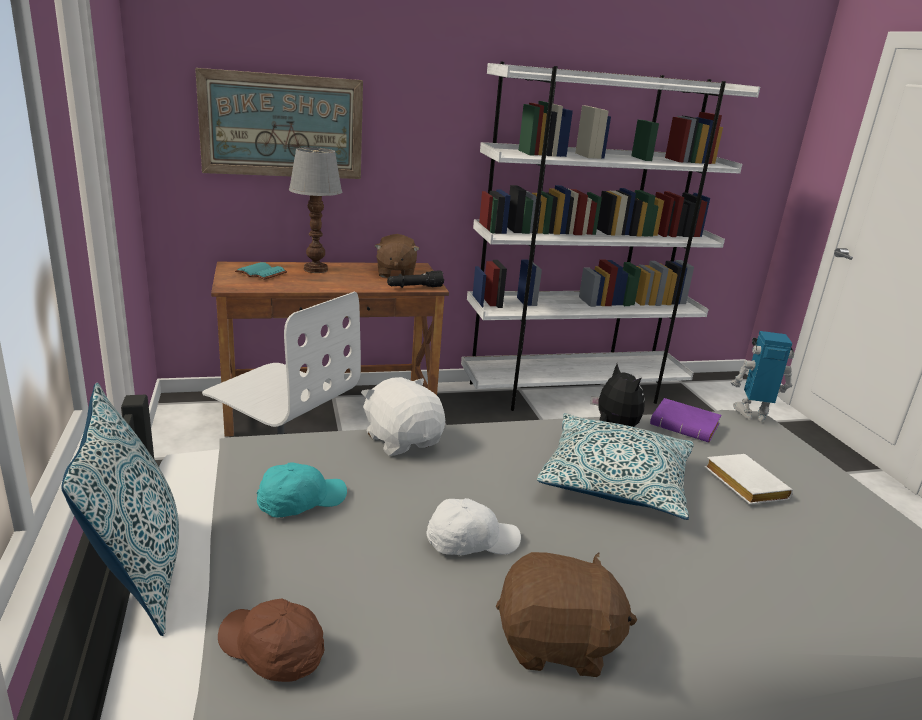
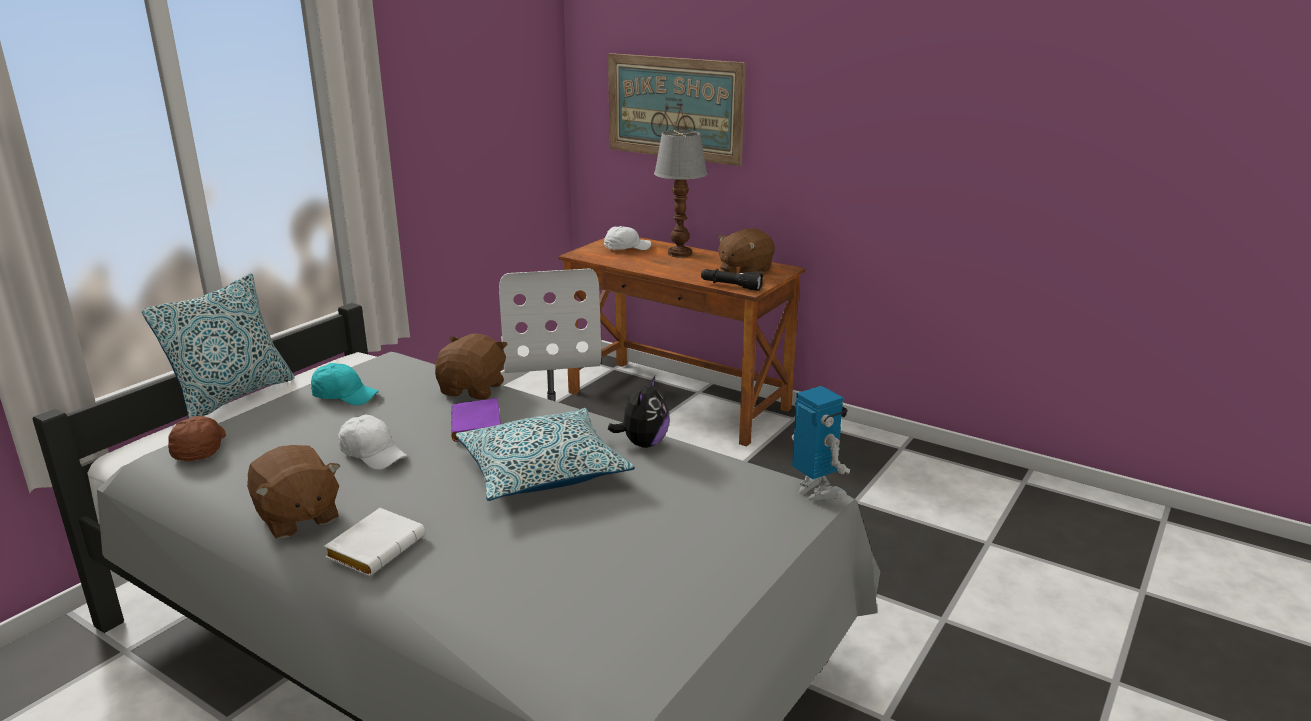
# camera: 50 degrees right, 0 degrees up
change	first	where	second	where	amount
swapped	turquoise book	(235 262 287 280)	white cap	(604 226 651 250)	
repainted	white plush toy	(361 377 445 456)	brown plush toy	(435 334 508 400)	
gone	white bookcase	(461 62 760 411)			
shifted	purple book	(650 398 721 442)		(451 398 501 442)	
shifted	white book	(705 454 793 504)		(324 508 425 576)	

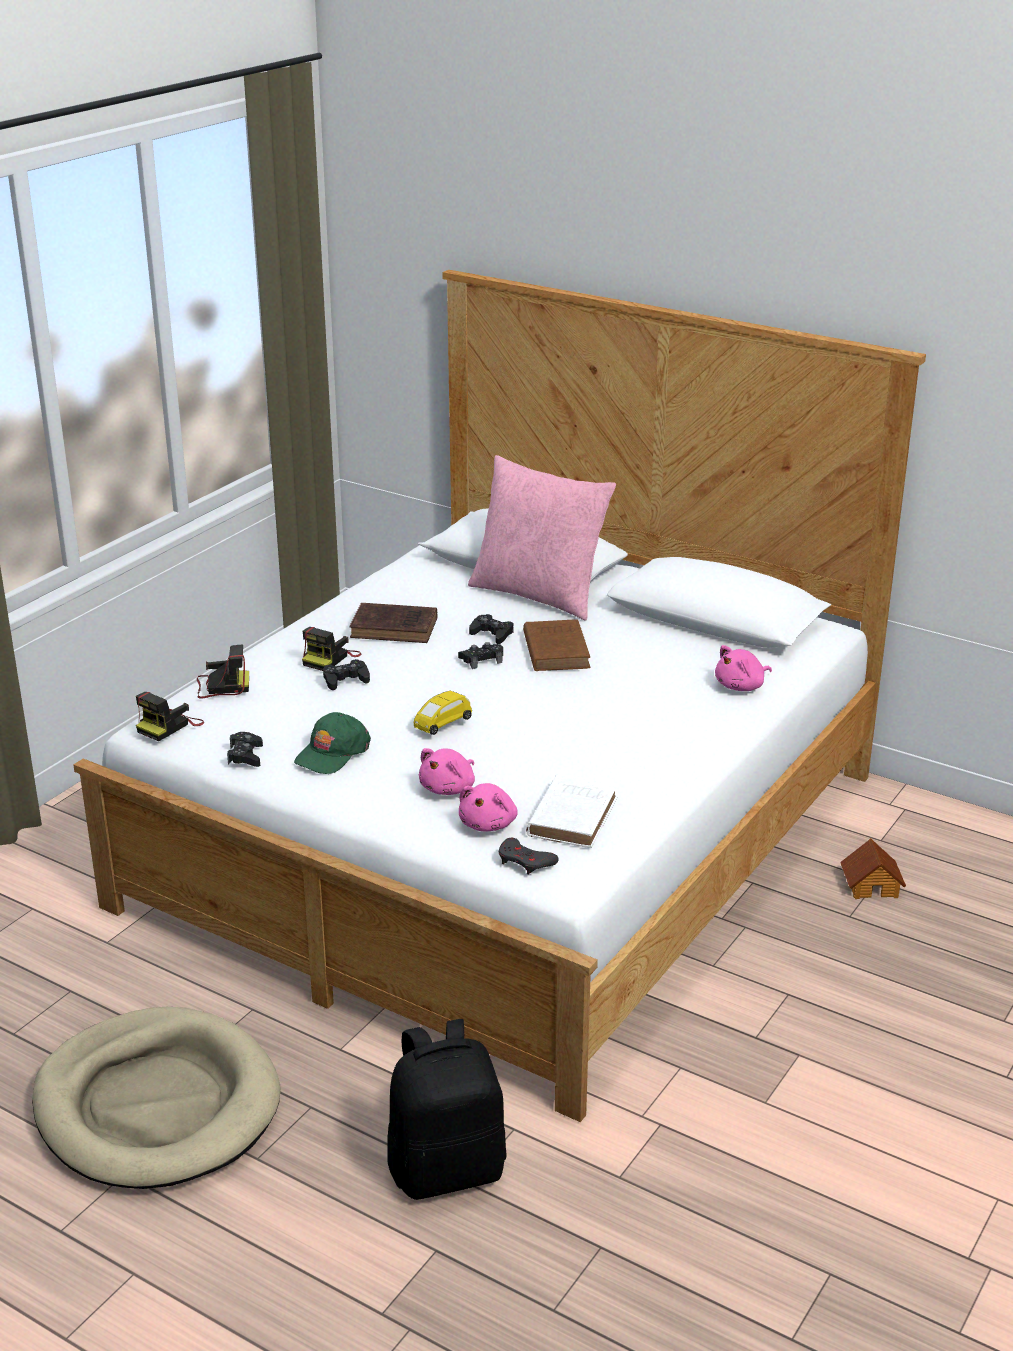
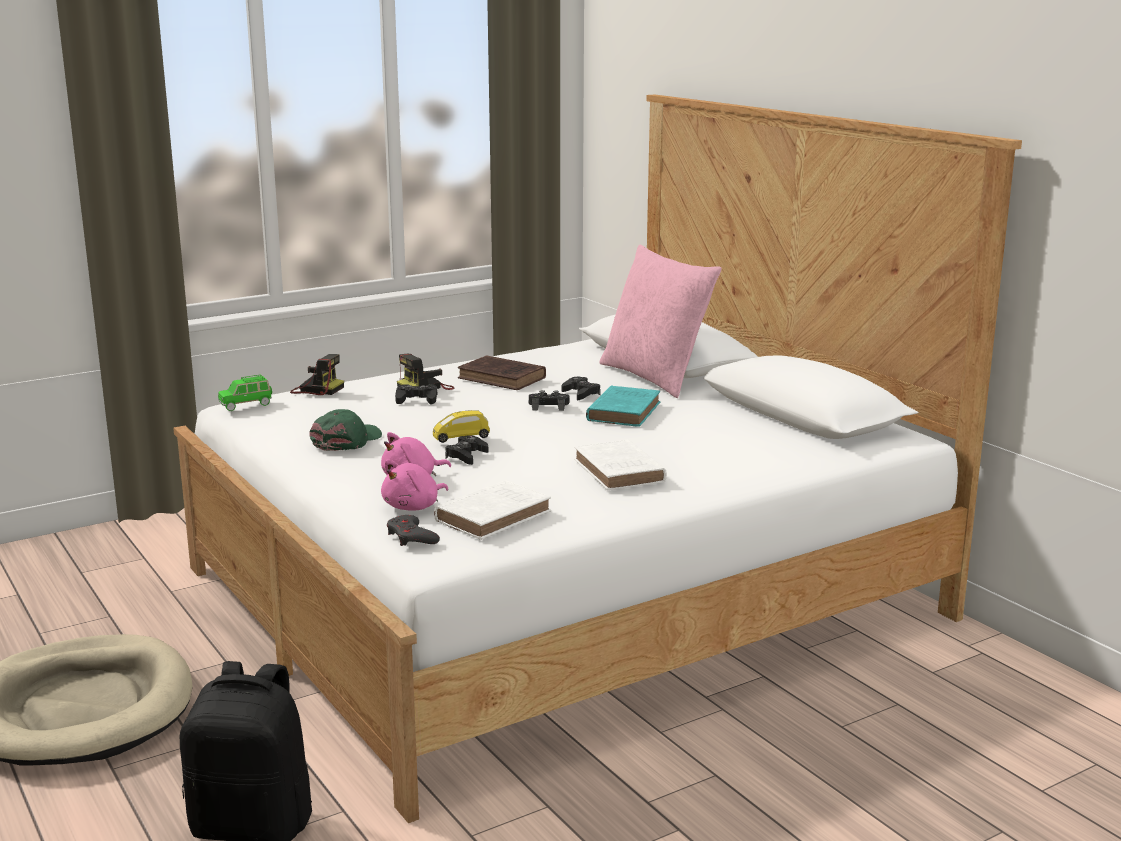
# camera: 25 degrees right, 10 degrees down
change	first	where	second	where	amount
swapped	photo camera	(136 692 204 741)	green toy car	(218 374 272 411)	
shifted	black game controller	(227 732 263 767)		(445 435 488 465)	
rotated	green cap	(294 712 371 774)		(309 409 382 451)	150 degrees clockwise
repainted	brown book	(523 619 590 671)	turquoise book	(586 386 660 427)	
gone	pink plush toy	(715 645 772 691)			
gone	toy house	(840 838 906 899)			
new			white book	(574 439 667 490)	

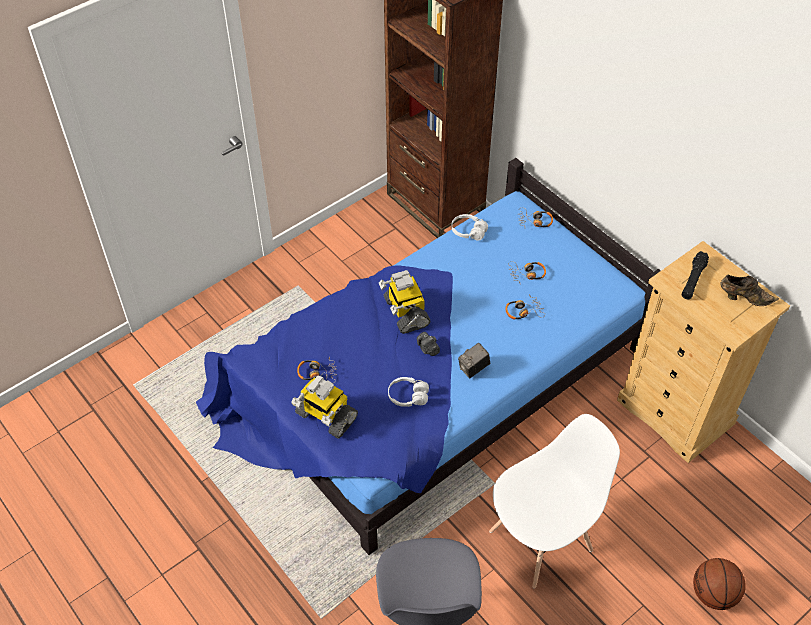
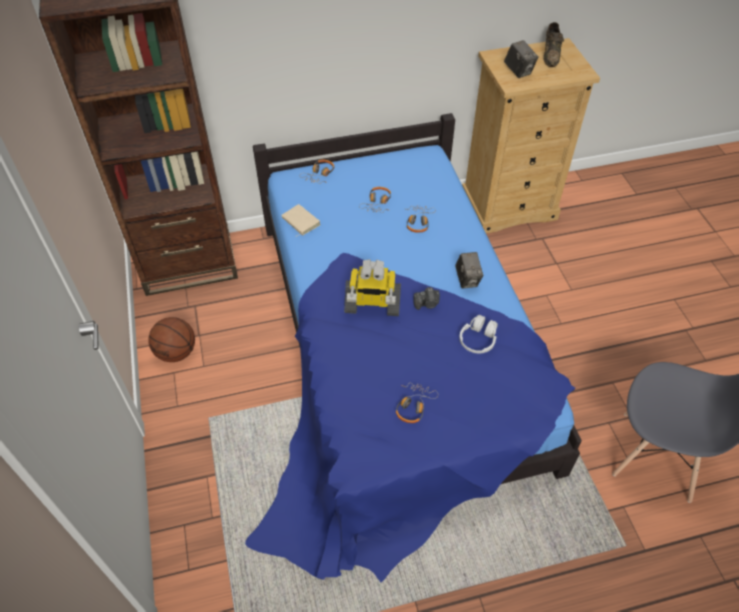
# camera: 65 degrees left, 0 degrees up
change	first	where	second	where	amount
gone	toy robot	(291 375 358 439)			
swapped	white headphones	(451 214 488 241)	beige book	(281 204 321 237)	
gone	white chair	(489 414 620 588)			
swapped	black flashlight	(682 251 709 299)	photo camera	(504 40 539 78)	
shifted	basketball	(693 558 746 610)		(148 317 195 362)	
rotated	brown shoe	(720 275 779 306)		(543 22 564 67)	150 degrees clockwise

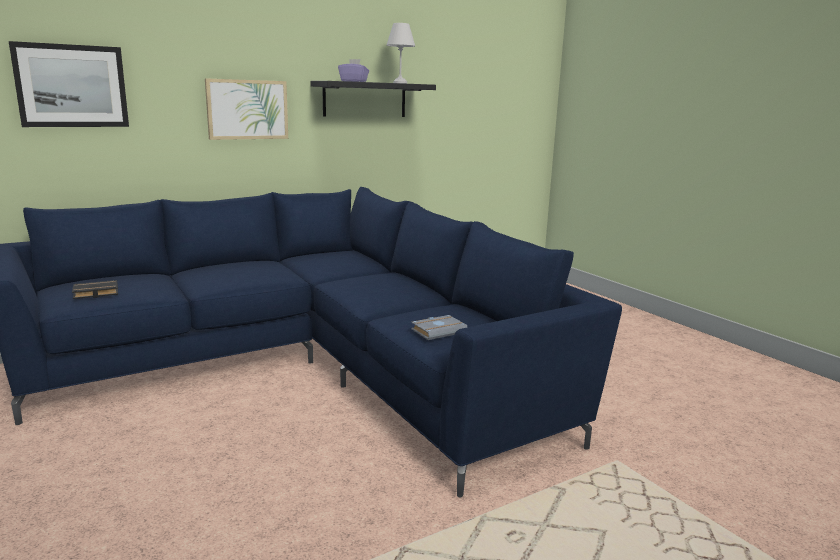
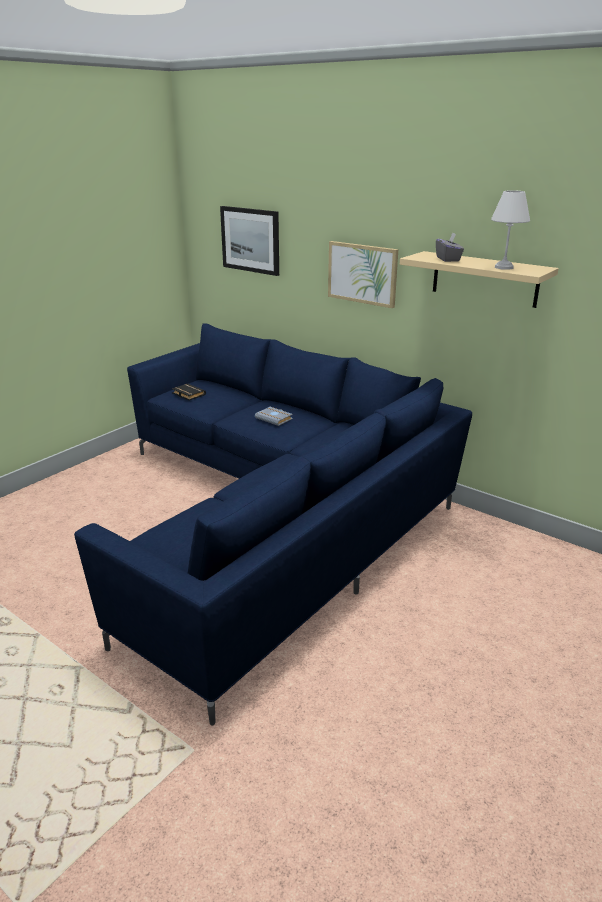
# camera: 70 degrees right, 10 degrees up
change	first	where	second	where	amount
repainted	black shelf	(310 81 436 117)	beige shelf	(400 251 559 308)	
repainted	purple tissue box	(338 59 369 82)	grey tissue box	(436 233 464 262)	
shifted	grey book	(411 315 467 340)		(255 407 293 426)	

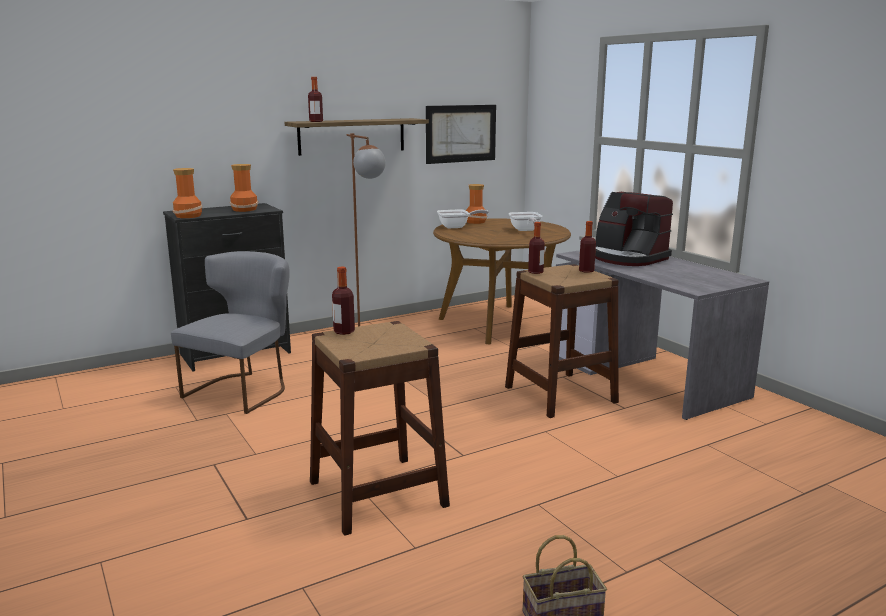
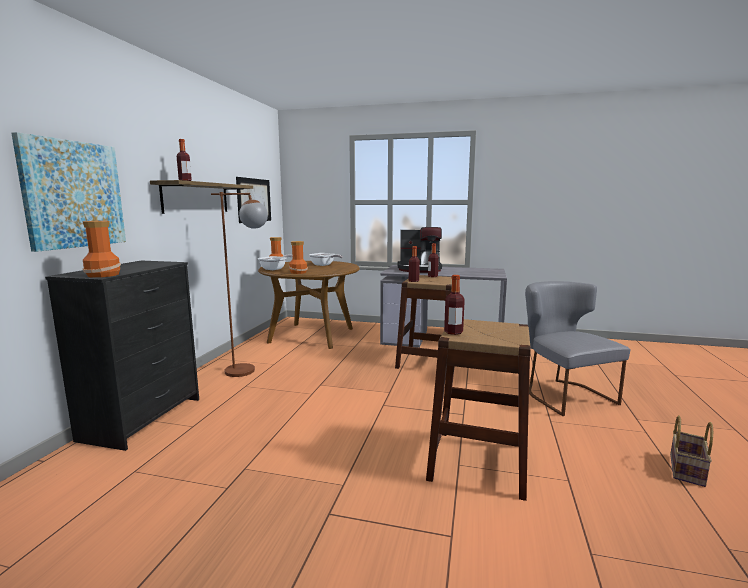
# camera: 45 degrees left, 5 degrees down
change	first	where	second	where	amount
shifted	grey chair	(171 251 290 414)		(525 281 630 416)	
shifted	vase	(230 164 258 212)		(289 241 308 274)	
new			picture	(12 132 126 252)	

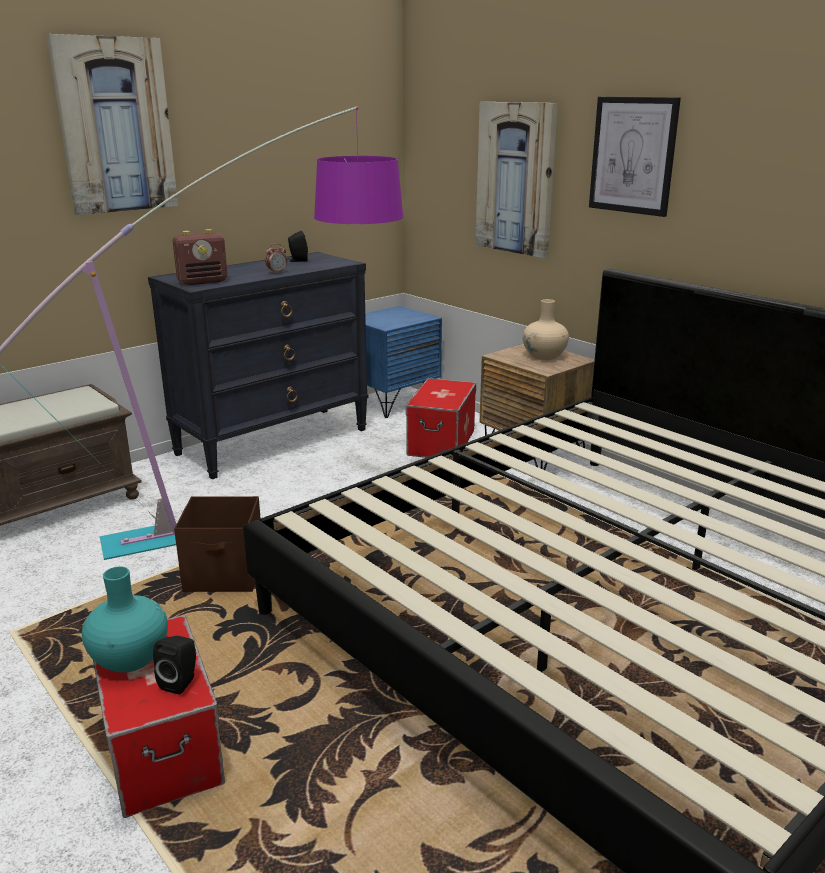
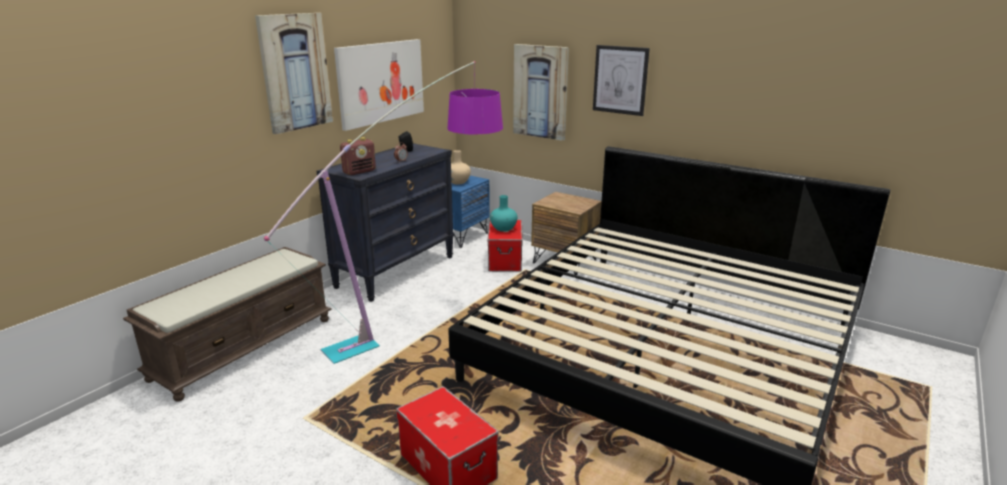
# camera: 15 degrees left, 0 degrees up
change	first	where	second	where	amount
shifted	turquoise vase	(82 566 168 673)		(490 195 517 232)	
gone	black speaker	(153 636 196 695)			
gone	brown storage box	(174 496 261 592)			
shifted	beige vase	(523 299 569 360)		(451 150 471 184)	
new			picture	(334 39 424 131)	

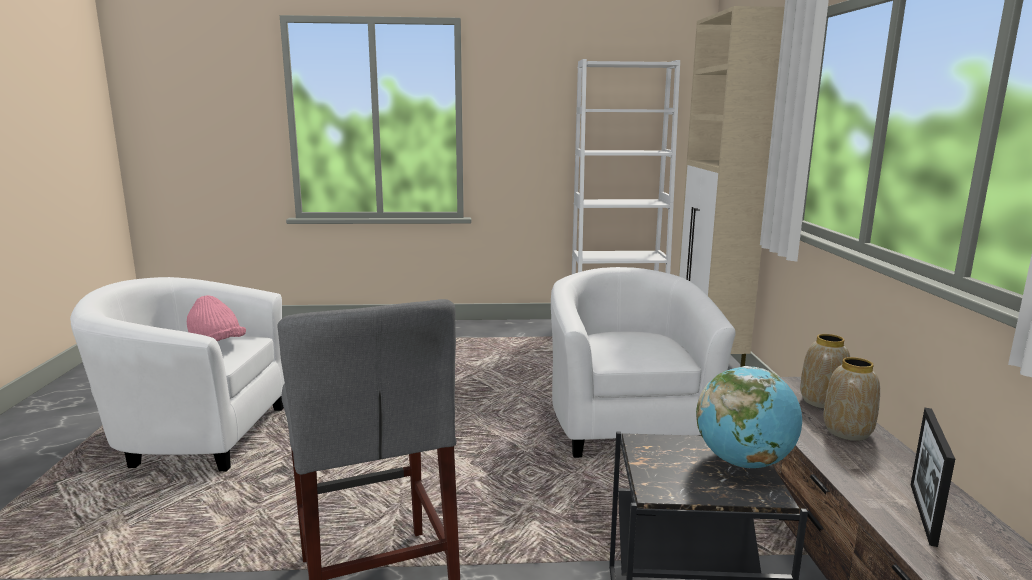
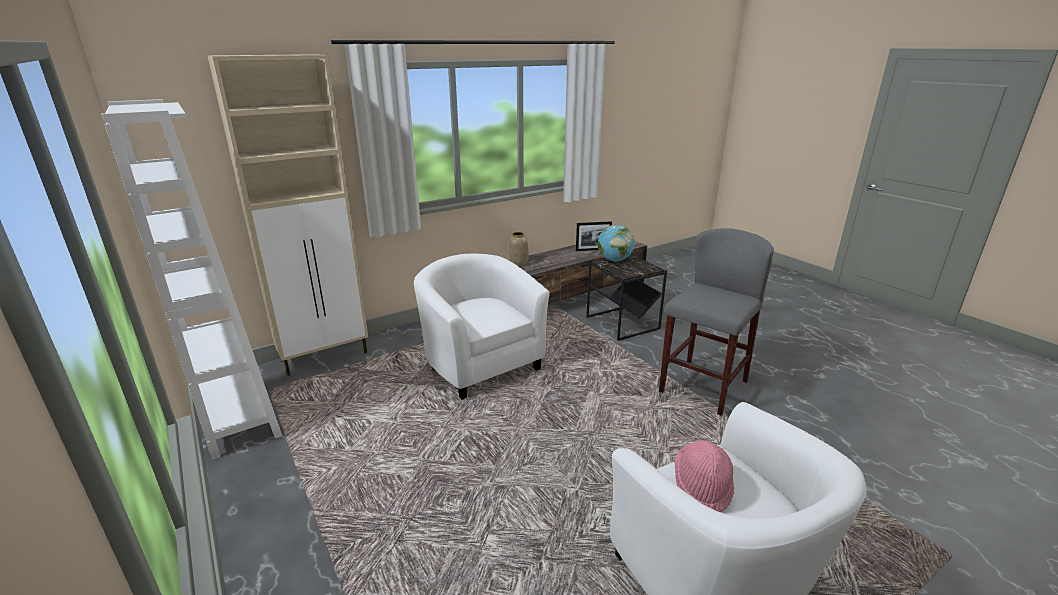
# camera: 120 degrees left, 10 degrees up
change	first	where	second	where	amount
rotated	white armchair	(551 267 736 458)		(414 254 550 400)	90 degrees clockwise
gone	vase	(823 357 880 441)			

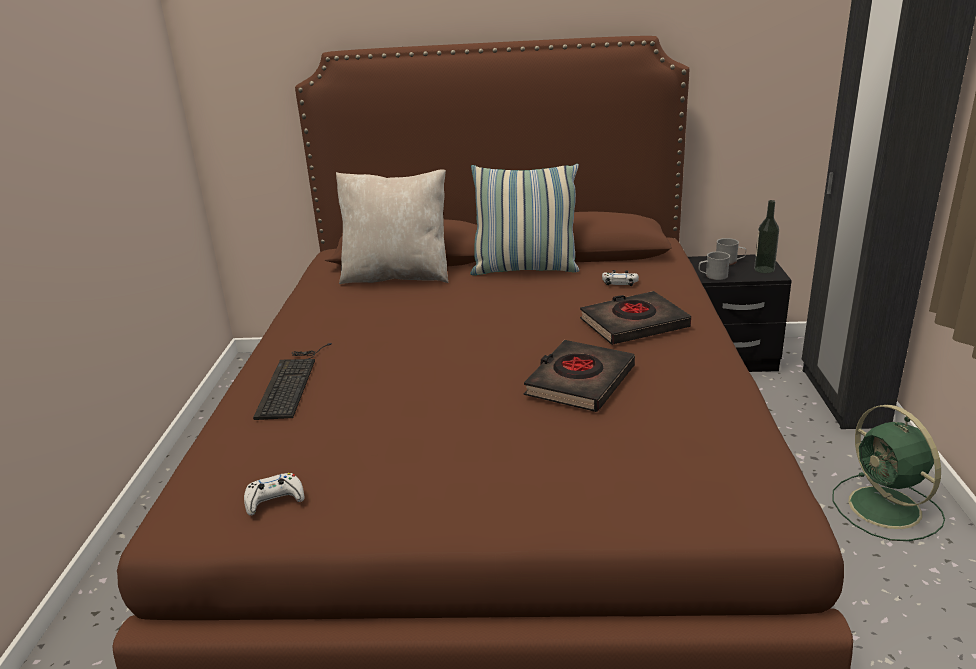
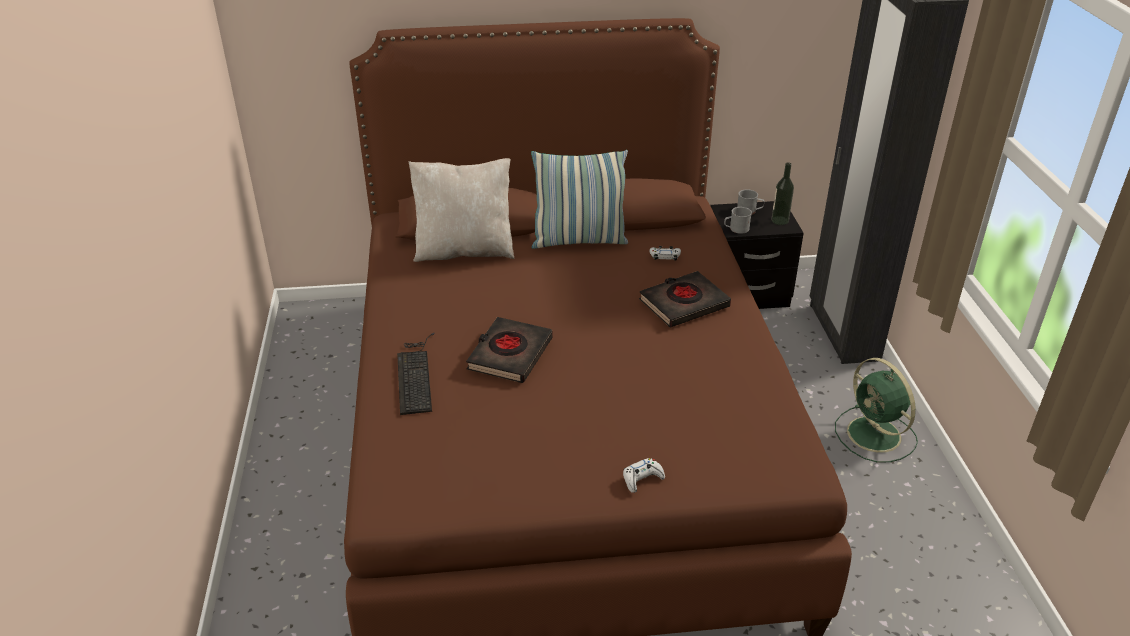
# camera: 10 degrees left, 10 degrees up
change	first	where	second	where	amount
shifted	white game controller	(244 473 305 516)		(623 458 665 493)	
shifted	black book	(524 340 635 412)		(466 317 553 383)	

